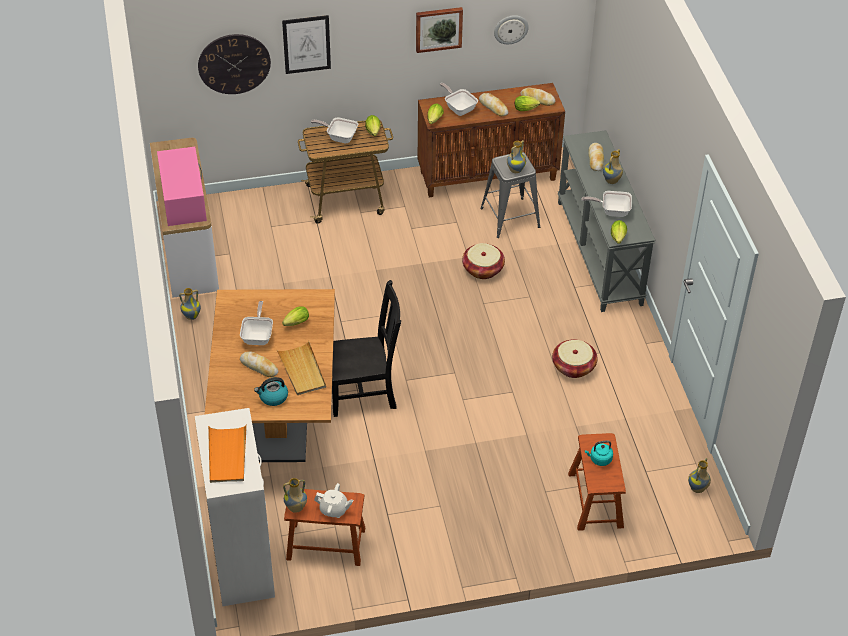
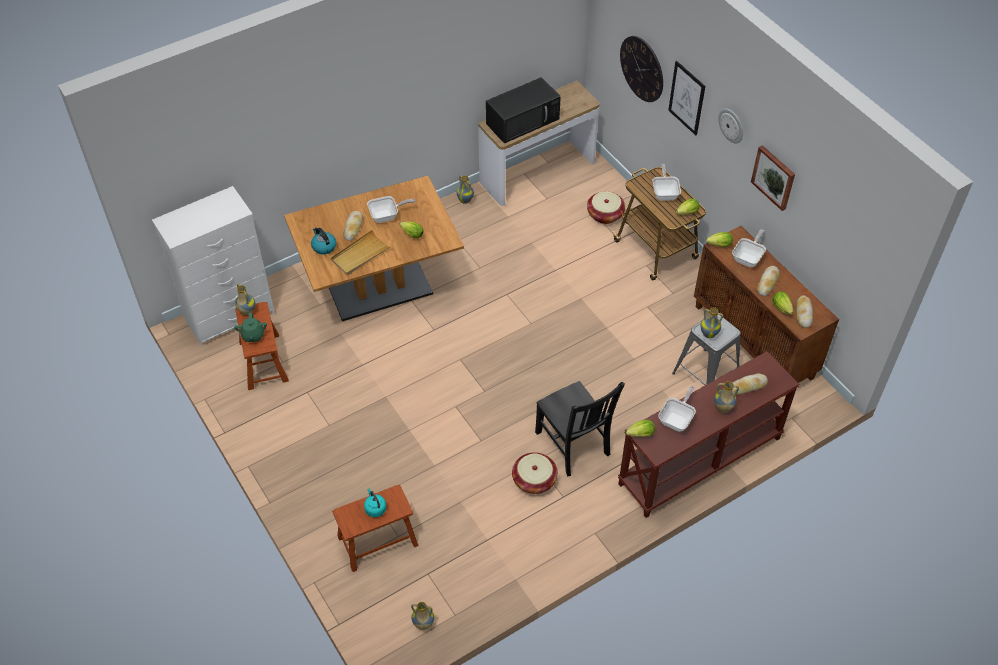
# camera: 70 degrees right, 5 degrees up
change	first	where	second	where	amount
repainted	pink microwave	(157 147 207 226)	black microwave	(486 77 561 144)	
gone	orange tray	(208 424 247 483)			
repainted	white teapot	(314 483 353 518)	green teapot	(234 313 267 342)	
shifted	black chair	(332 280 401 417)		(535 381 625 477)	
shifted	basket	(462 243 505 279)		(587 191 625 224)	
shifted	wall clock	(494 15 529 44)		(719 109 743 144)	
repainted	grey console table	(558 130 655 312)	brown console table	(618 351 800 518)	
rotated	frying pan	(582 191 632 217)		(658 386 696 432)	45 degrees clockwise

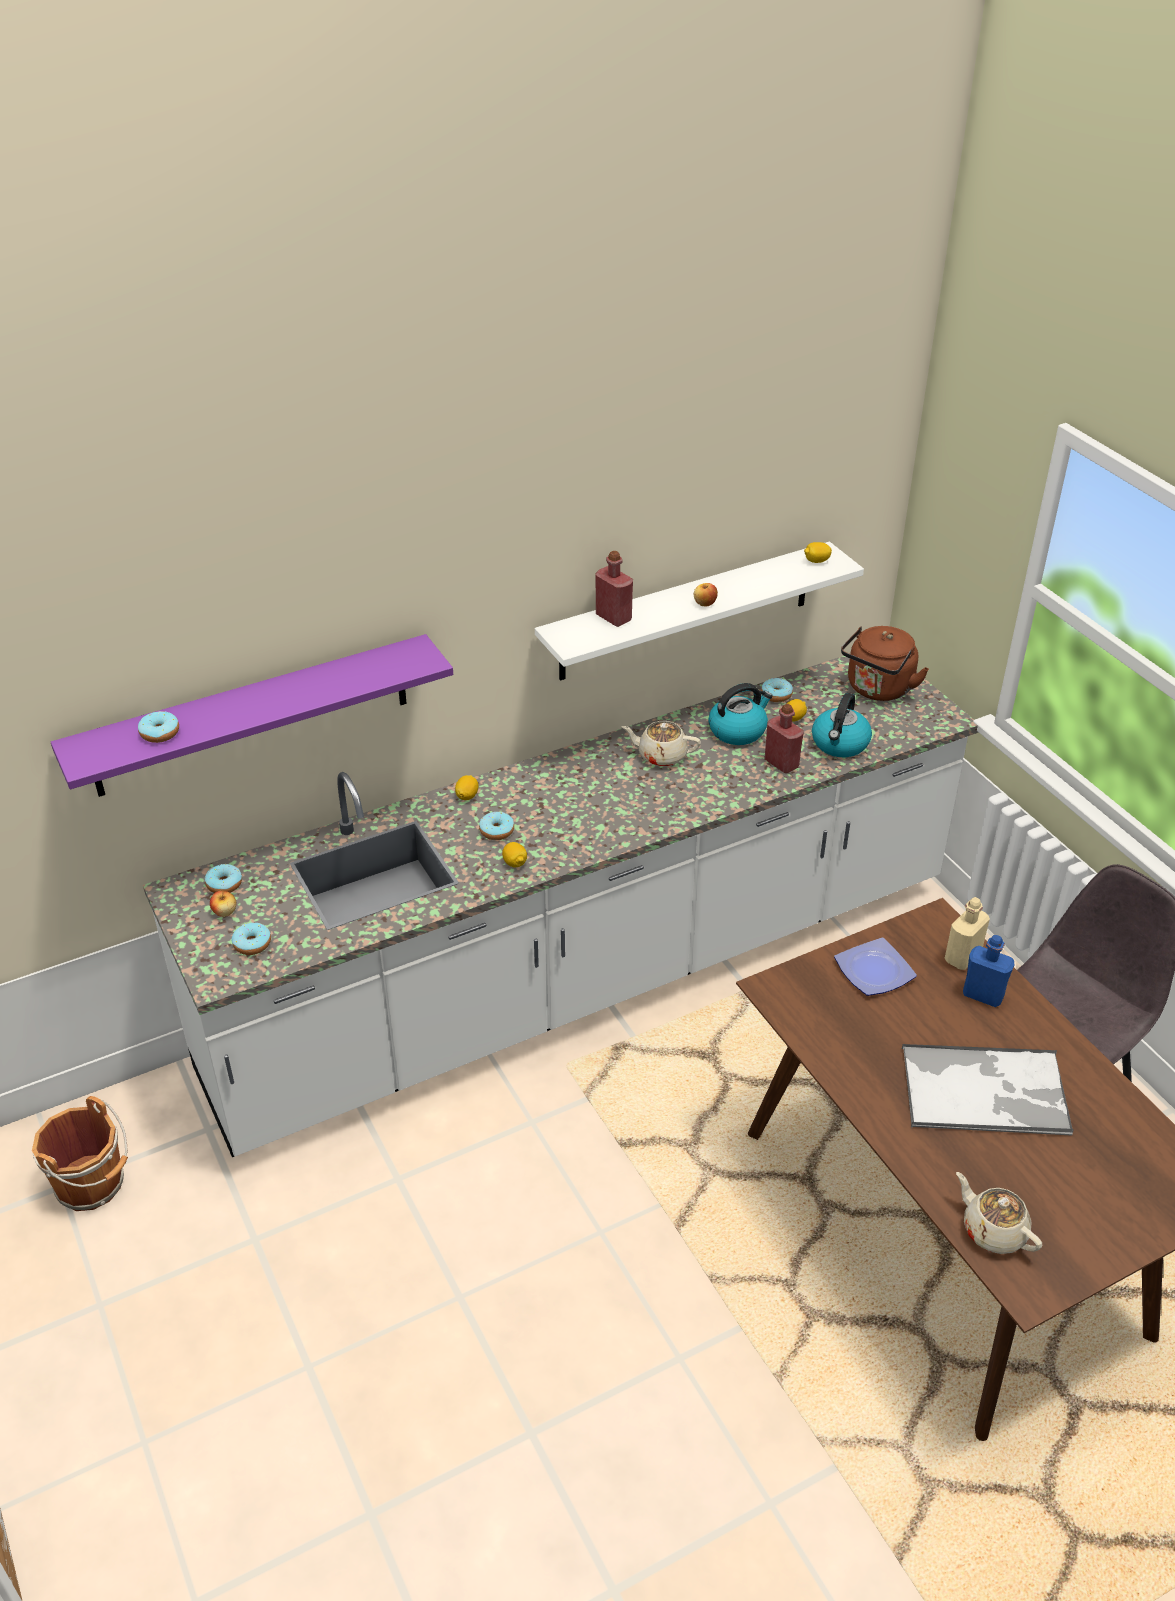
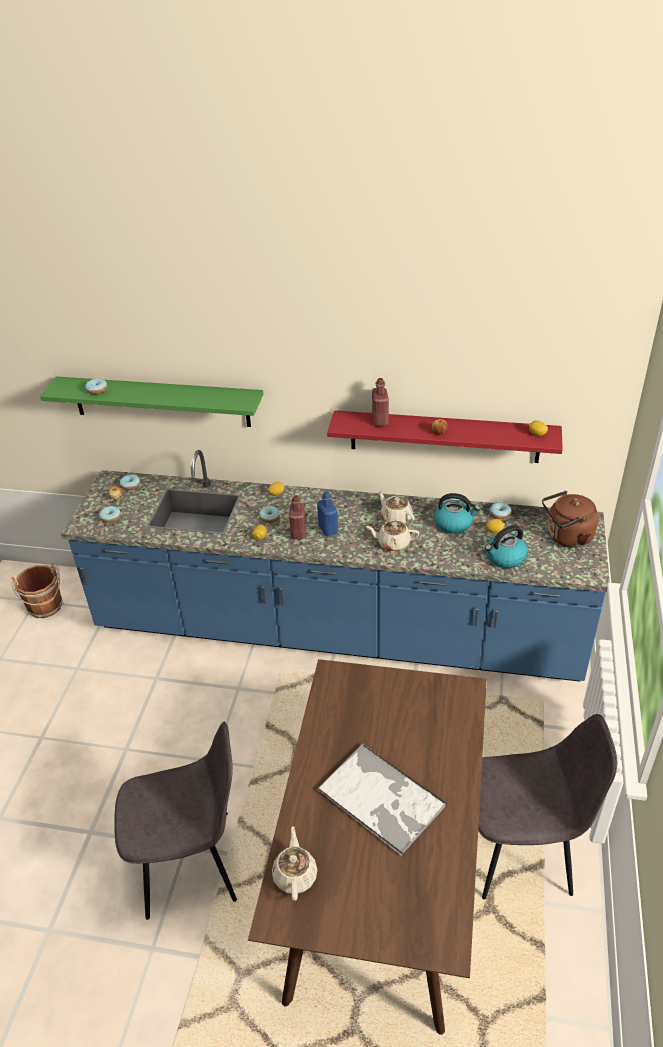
# camera: 40 degrees right, 0 degrees up
change	first	where	second	where	amount
repainted	purple shelf	(51 634 453 797)	green shelf	(40 376 263 427)	
repainted	white counter	(143 656 978 1157)	blue counter	(61 450 610 682)	
repainted	white shelf	(535 542 864 681)	red shelf	(327 410 563 463)	
shifted	red bottle	(764 704 804 773)		(289 495 306 540)	
gone	plate	(834 938 917 996)			
gone	beige bottle	(945 897 990 970)			
shifted	blue bottle	(963 935 1015 1007)		(317 492 338 536)	
new			grey chair	(114 721 237 920)	
new			beige teapot	(366 520 420 551)	

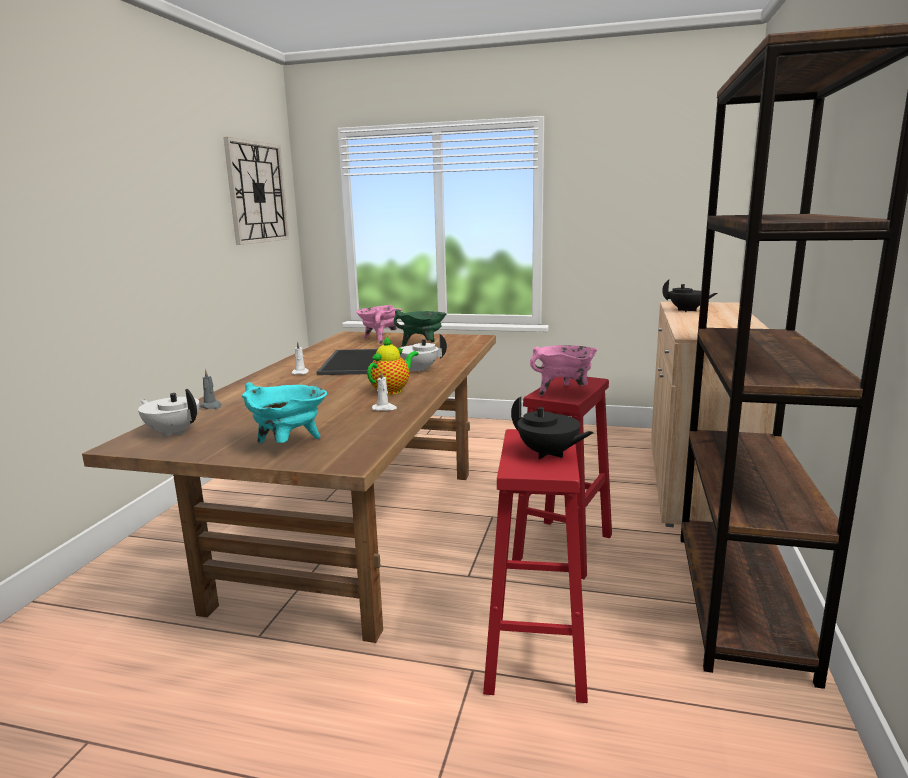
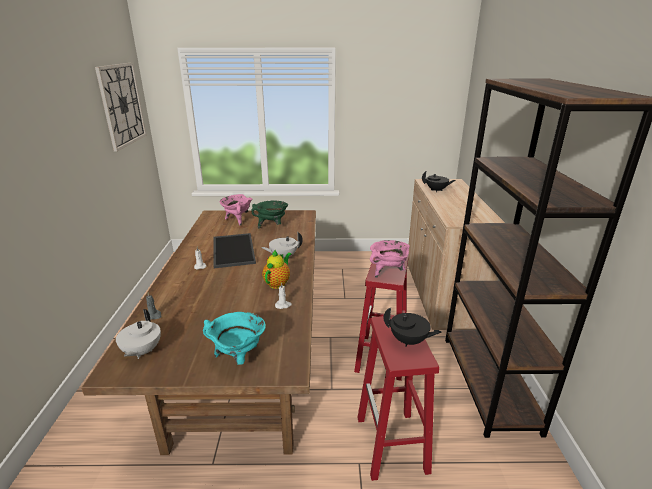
# camera: 15 degrees left, 10 degrees up
change	first	where	second	where	amount
rotated	white teapot	(138 389 199 437)		(116 309 161 359)	105 degrees counterclockwise

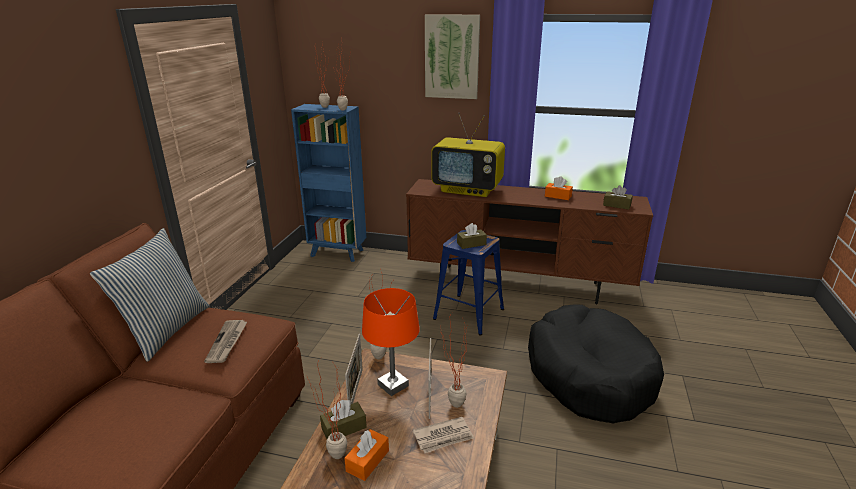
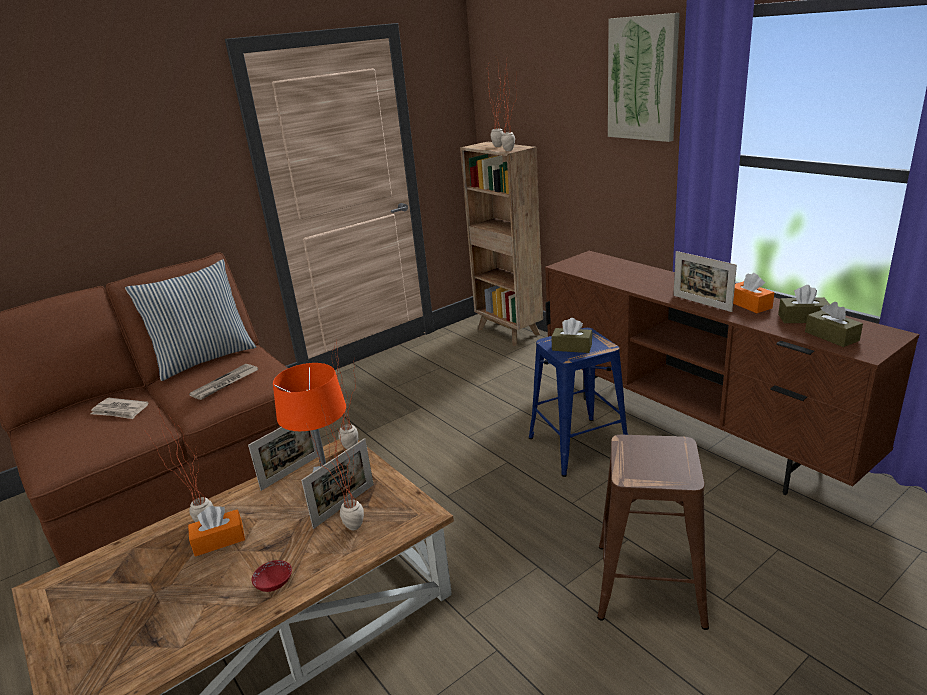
# camera: 40 degrees right, 0 degrees up
change	first	where	second	where	amount
repainted	blue bookcase	(291 104 367 262)	brown bookcase	(460 142 543 346)	
shifted	brown tissue box	(320 400 367 439)		(778 285 830 323)	
shifted	newspaper	(413 417 474 453)		(91 398 148 419)	
gone	television	(432 113 505 197)			
swapped	black dog bed	(528 304 664 424)	brown stool	(597 435 709 630)	
new			red bowl	(251 560 292 592)	
new			picture frame	(673 251 737 312)	

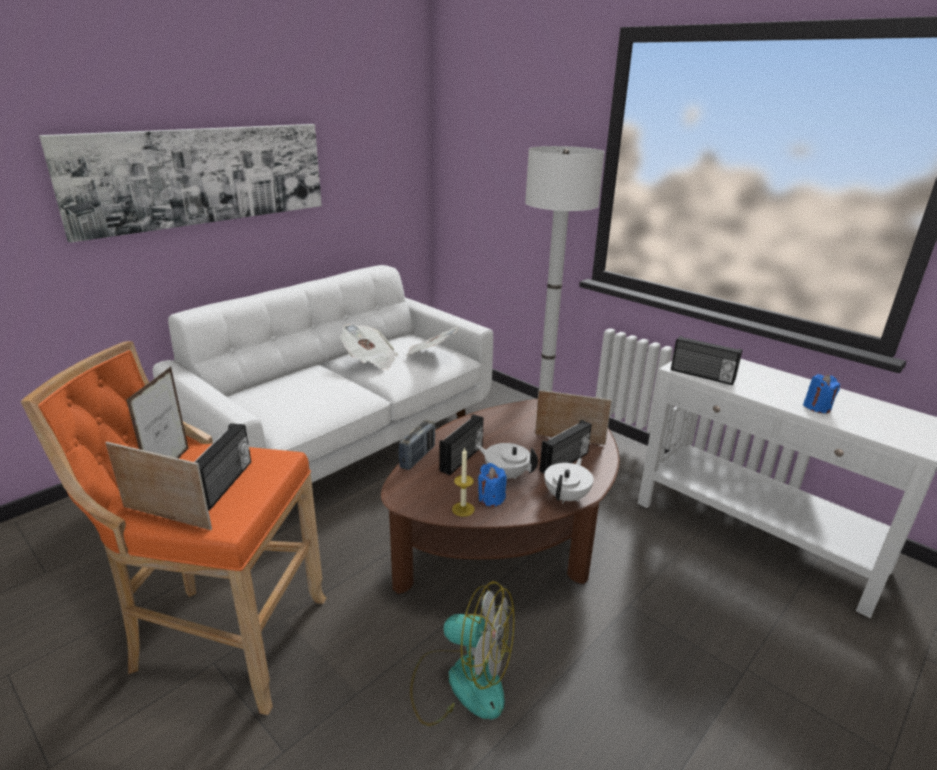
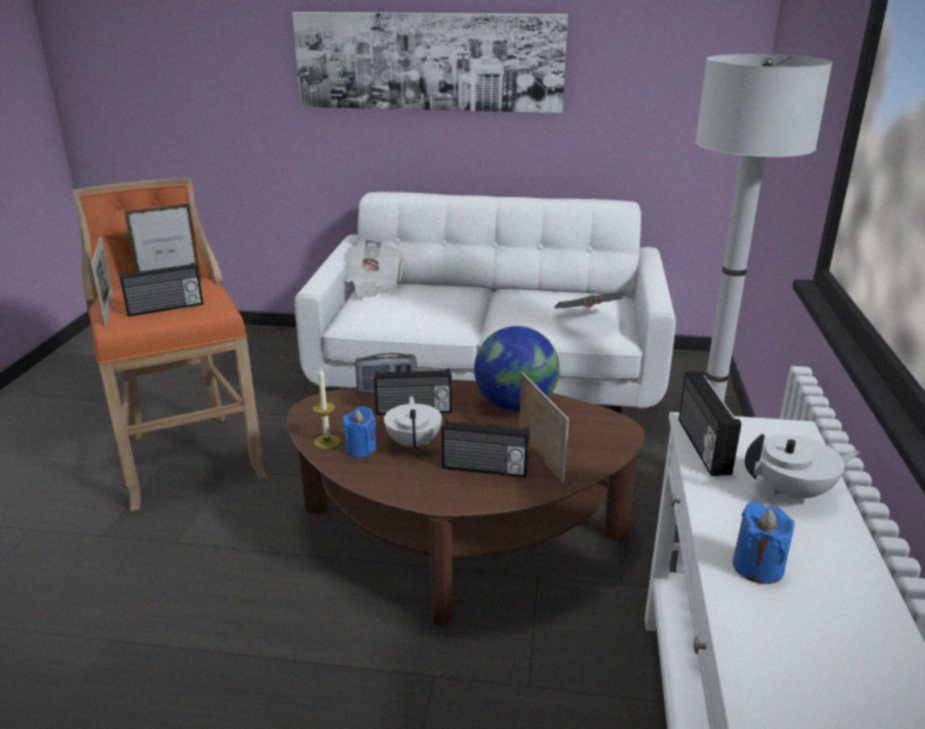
# camera: 55 degrees right, 0 degrees up
change	first	where	second	where	amount
shifted	newspaper	(340 324 398 370)		(343 239 404 298)	
gone	fan	(410 581 514 726)			
shifted	white teapot	(544 458 594 503)		(745 434 860 505)	
new			globe	(474 326 560 411)	

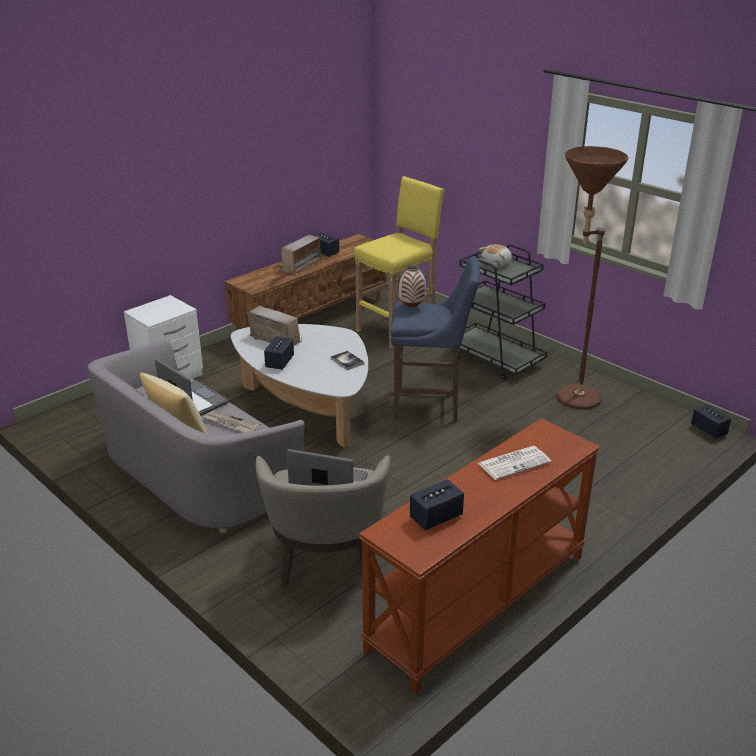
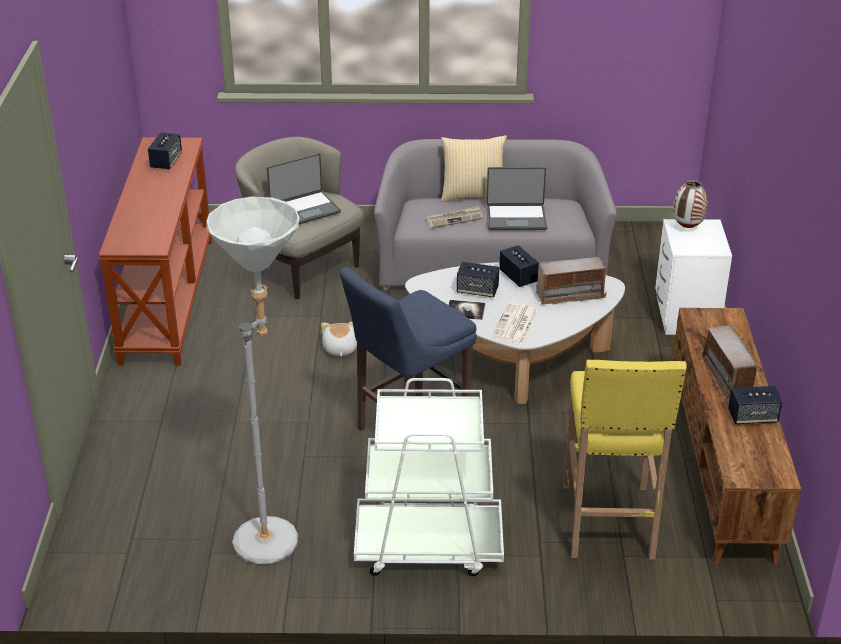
# camera: 135 degrees right, 5 degrees up
change	first	where	second	where	amount
shifted	vase	(398 264 427 307)		(673 179 708 228)	
repainted	black cart	(458 244 547 380)	white cart	(354 378 504 576)	
shifted	newspaper	(478 446 551 480)		(491 303 538 345)	
shifted	plush toy	(479 244 512 267)		(321 322 357 357)	
repainted	brown floor lamp	(557 146 629 409)	grey floor lamp	(206 197 300 564)	
shifted	speaker	(691 404 731 439)		(457 262 499 298)	

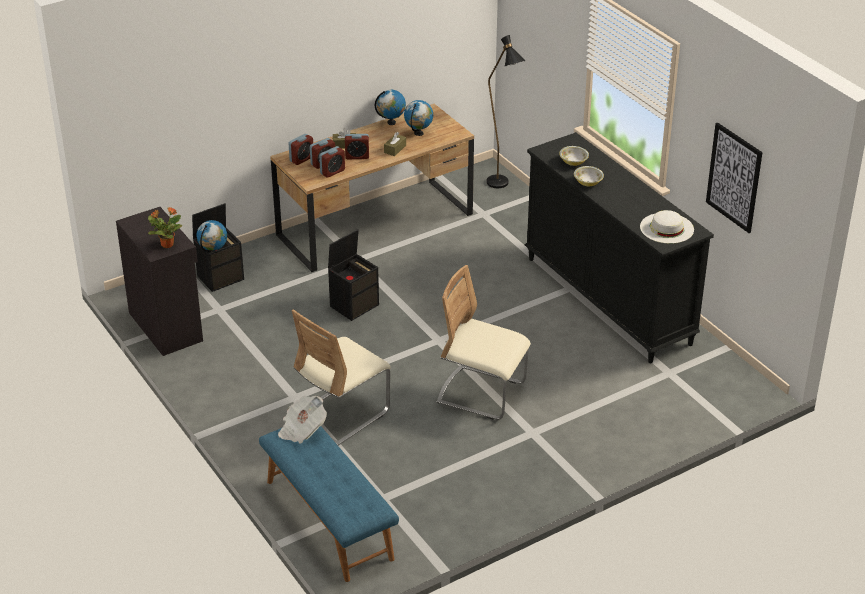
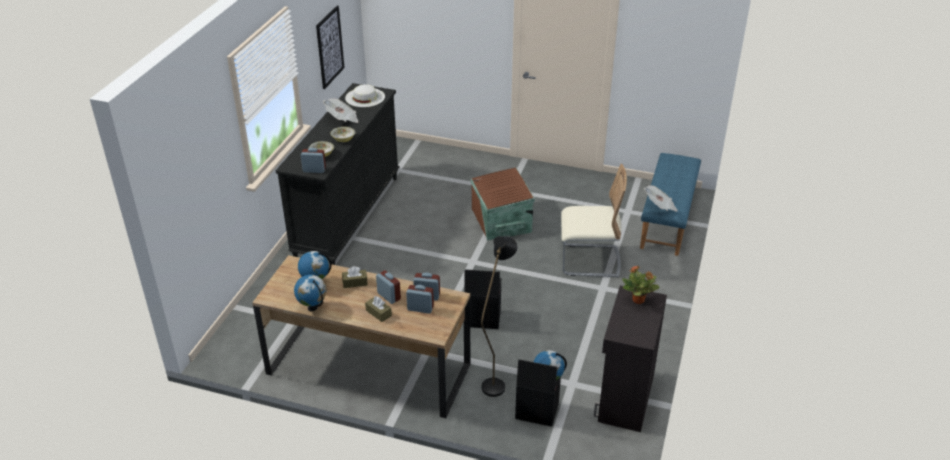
# camera: 130 degrees left, 0 degrees up
change	first	where	second	where	amount
shifted	alarm clock	(288 134 313 165)		(301 148 326 173)	
swapped	beige chair	(437 265 531 420)	brown storage box	(471 168 535 240)	
shifted	black floor lamp	(487 35 526 188)		(481 236 518 397)	
new			newspaper	(323 98 358 123)	

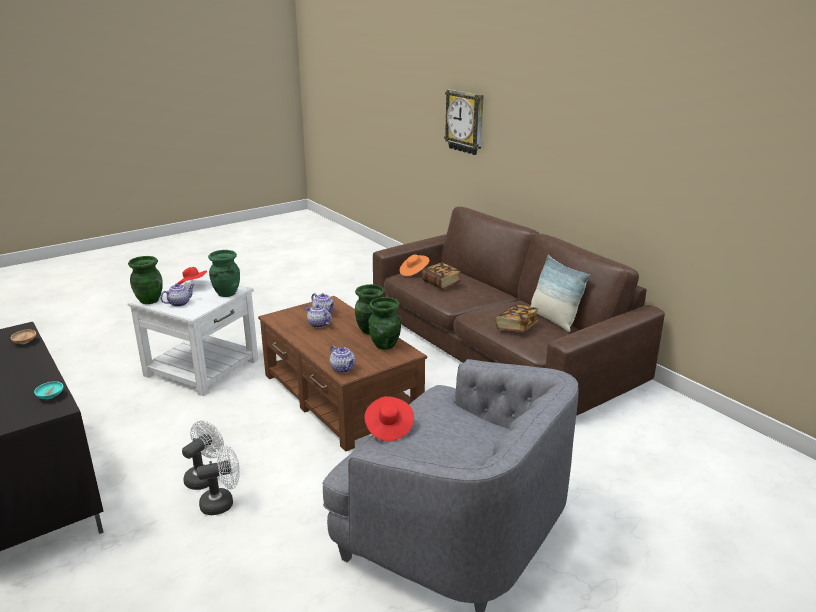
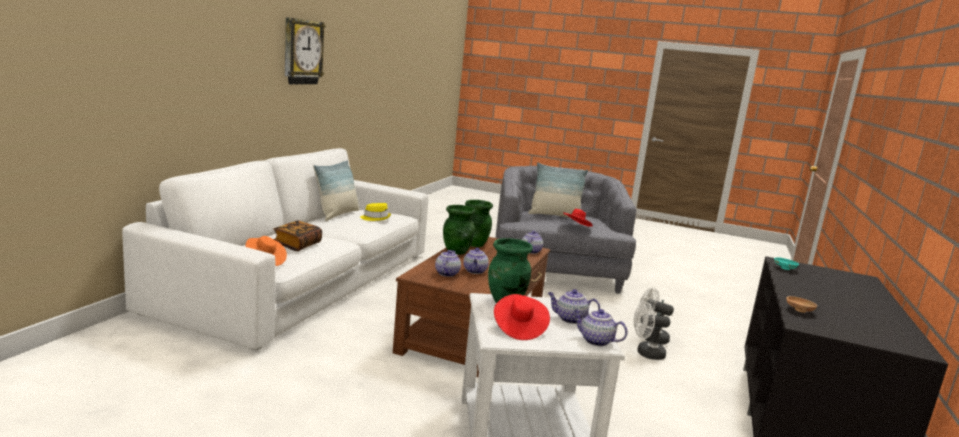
# camera: 125 degrees left, 10 degrees down
change	first	where	second	where	amount
swapped	green vase	(128 256 163 304)	teapot	(574 309 628 347)	
repainted	brown sofa	(373 206 665 416)	white sofa	(122 148 428 350)	
shifted	wall clock	(444 89 483 155)		(285 17 326 85)	
swapped	book	(496 304 539 332)	yellow hat	(360 203 391 221)	
new			pillow	(528 162 588 218)	

